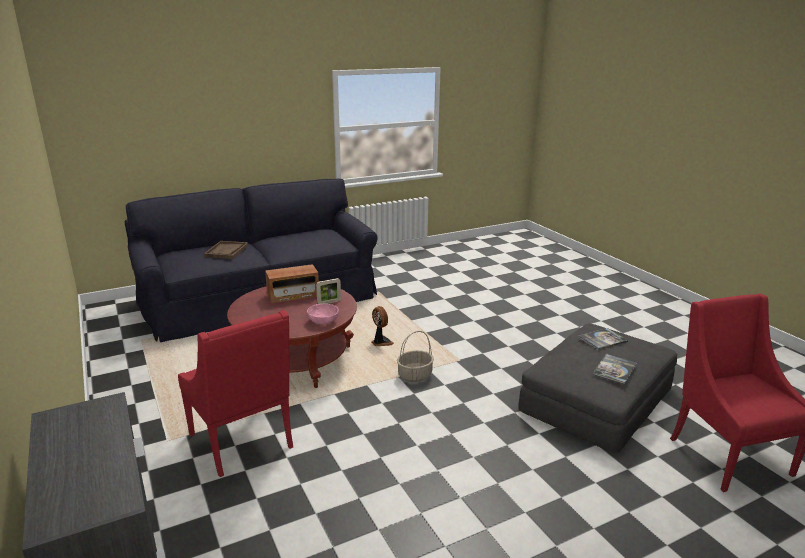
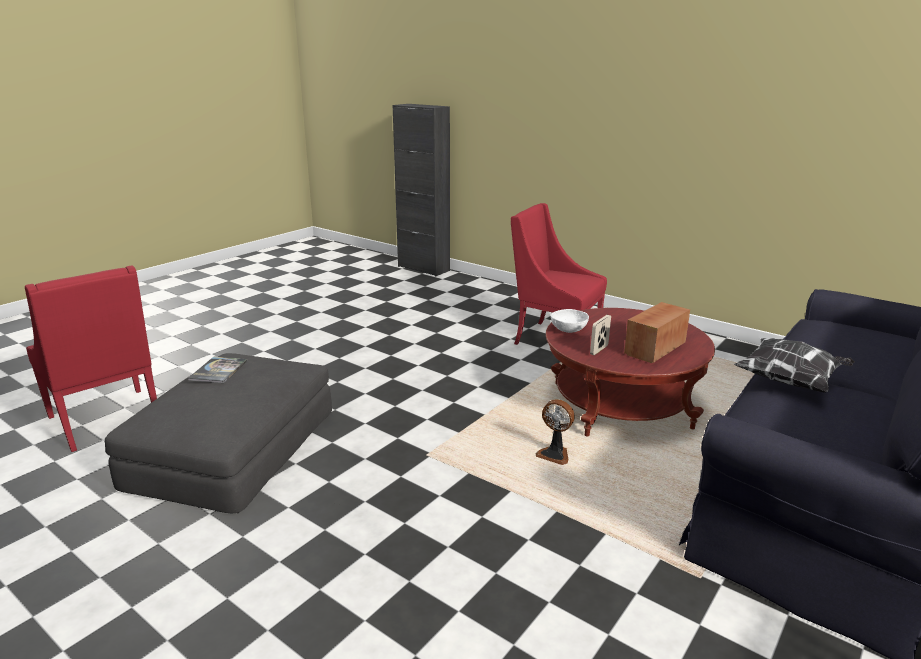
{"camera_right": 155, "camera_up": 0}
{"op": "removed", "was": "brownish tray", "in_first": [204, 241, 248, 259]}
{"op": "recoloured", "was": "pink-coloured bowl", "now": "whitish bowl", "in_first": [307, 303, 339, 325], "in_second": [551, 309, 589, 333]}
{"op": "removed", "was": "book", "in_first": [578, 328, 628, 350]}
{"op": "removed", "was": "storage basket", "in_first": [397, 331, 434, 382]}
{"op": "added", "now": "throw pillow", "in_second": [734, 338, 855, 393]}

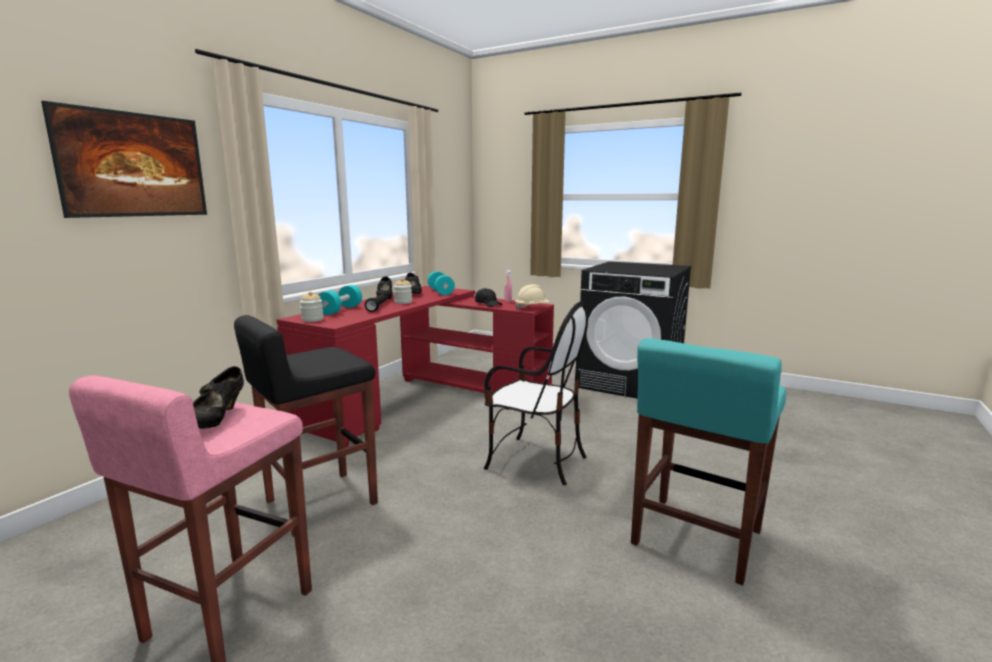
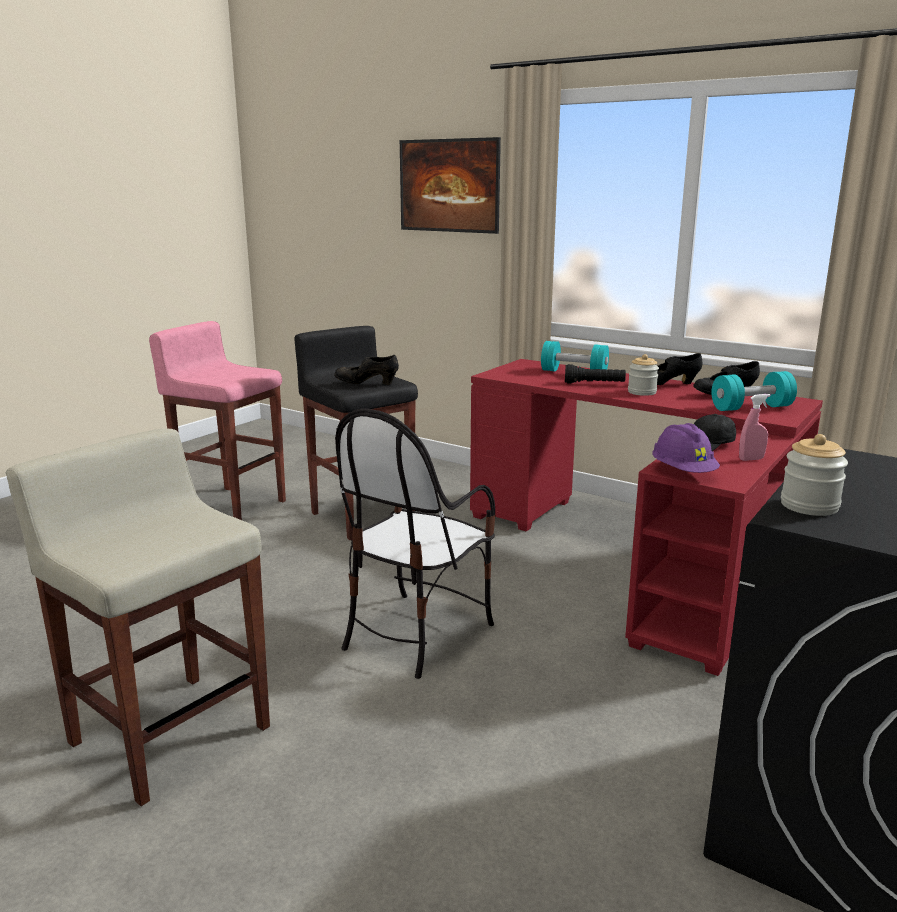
{"camera_right": 95, "camera_up": 5}
{"op": "recoloured", "was": "sand-coloured safety helmet", "now": "purple safety helmet", "in_first": [515, 284, 550, 310], "in_second": [652, 423, 720, 473]}
{"op": "moved", "was": "storage jar", "in_first": [300, 291, 324, 322], "in_second": [781, 434, 848, 516]}
{"op": "recoloured", "was": "turquoise-coloured sitting stool", "now": "sand-coloured sitting stool", "in_first": [631, 338, 786, 585], "in_second": [6, 428, 270, 806]}
{"op": "moved", "was": "blackish shoe", "in_first": [193, 366, 244, 429], "in_second": [334, 355, 399, 385]}

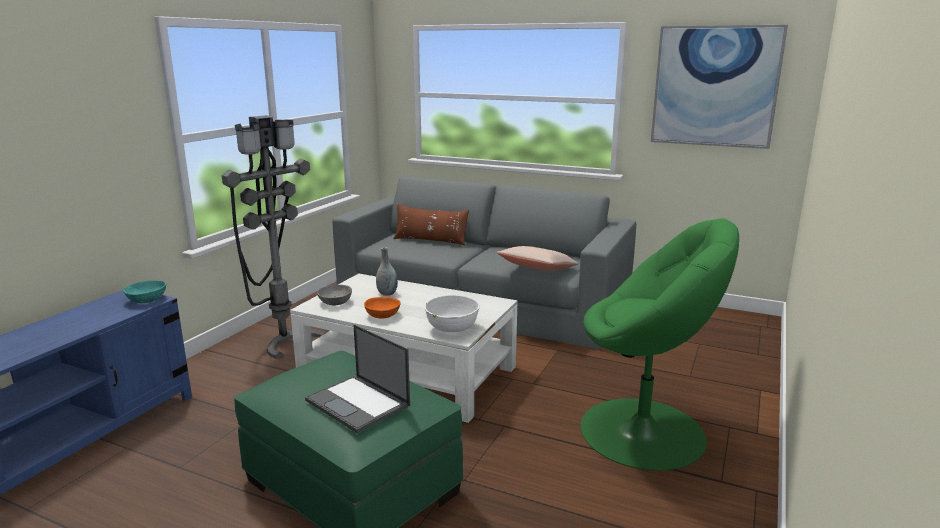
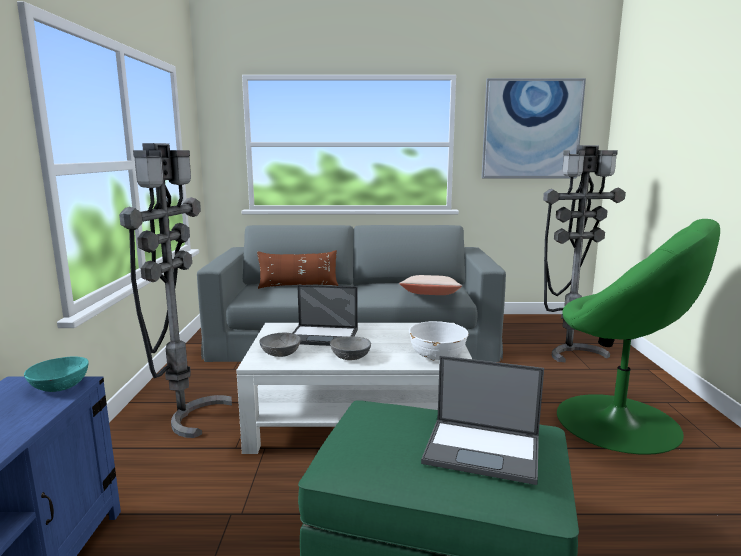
{"camera_right": -25, "camera_up": -5}
{"op": "turned", "was": "greenish armchair", "in_first": [580, 219, 739, 471], "in_second": [557, 219, 720, 455], "clockwise": 45}
{"op": "replaced", "was": "grey flower vase", "now": "laptop", "in_first": [376, 247, 398, 296], "in_second": [292, 285, 358, 346]}
{"op": "recoloured", "was": "orangey bowl", "now": "grey bowl", "in_first": [364, 297, 400, 318], "in_second": [330, 337, 371, 360]}
{"op": "added", "now": "grey standard lamp", "in_second": [543, 145, 626, 363]}

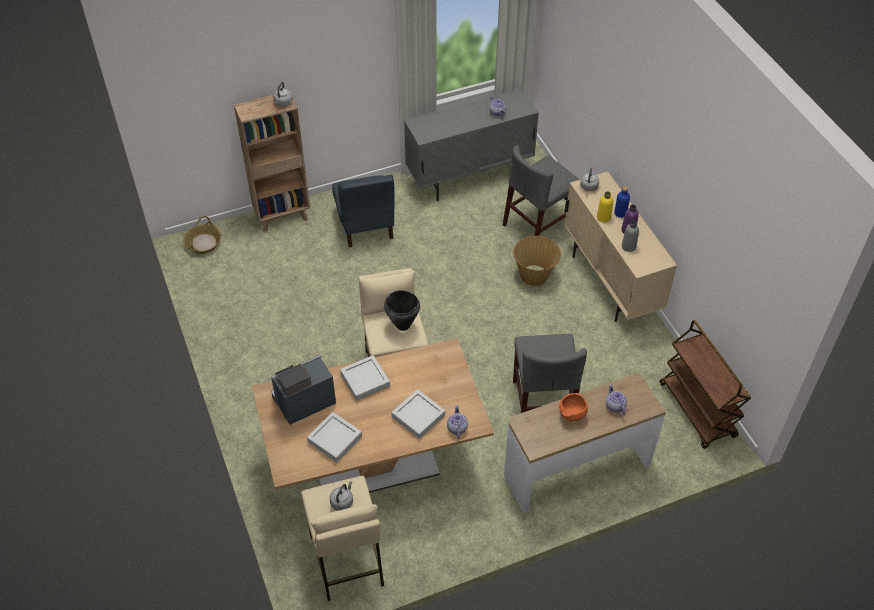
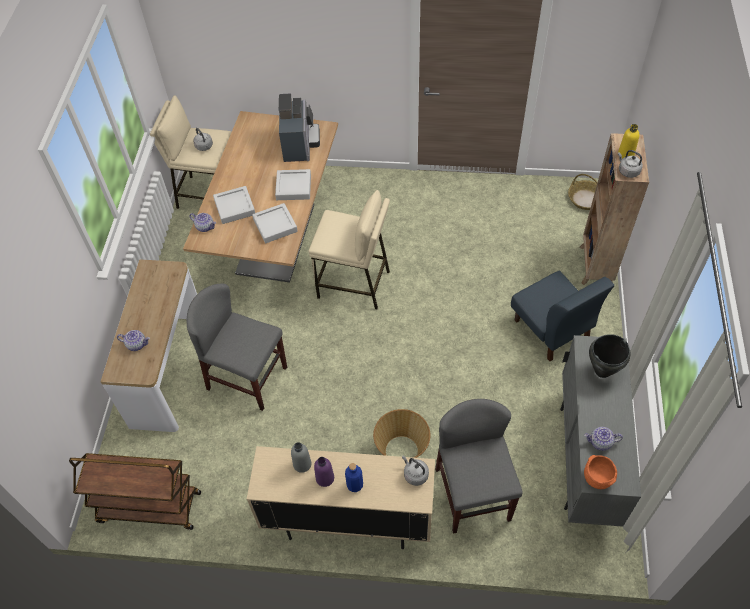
{"camera_right": 120, "camera_up": 5}
{"op": "turned", "was": "blue upright chair", "in_first": [332, 175, 395, 247], "in_second": [511, 271, 614, 361], "clockwise": -135}
{"op": "moved", "was": "yellow beverage bottle", "in_first": [597, 191, 613, 222], "in_second": [618, 124, 640, 159]}
{"op": "moved", "was": "blackish saucepot", "in_first": [384, 290, 420, 331], "in_second": [589, 334, 631, 378]}
{"op": "moved", "was": "orangey bowl", "in_first": [559, 393, 588, 421], "in_second": [584, 455, 617, 489]}
{"op": "moved", "was": "grey tray", "in_first": [307, 412, 362, 462], "in_second": [252, 203, 298, 244]}

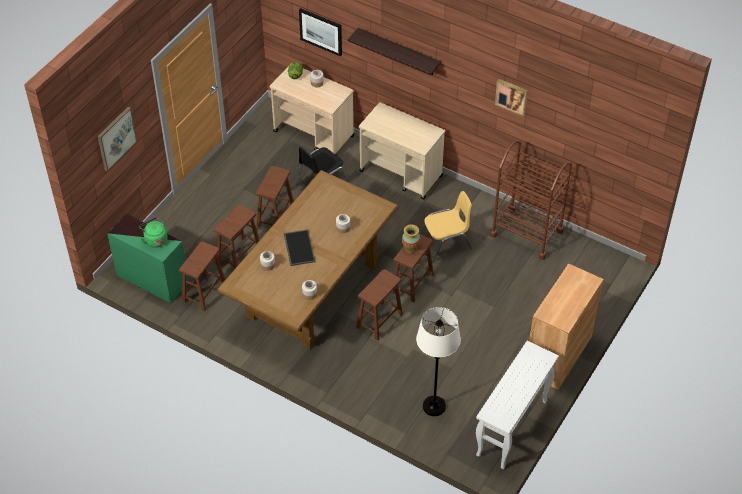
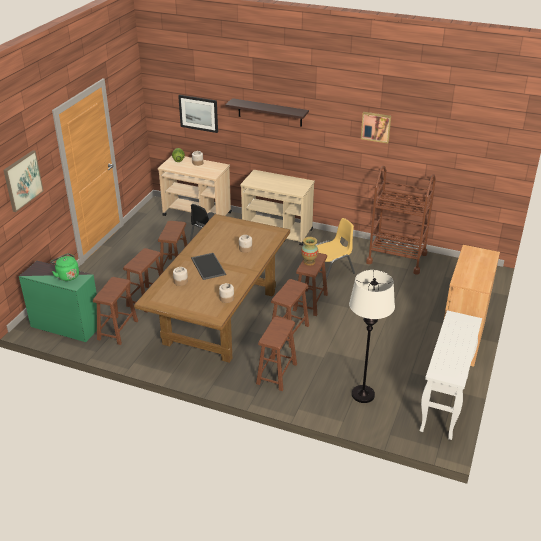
{"camera_right": -10, "camera_up": -15}
{"op": "added", "now": "brownish sitting stool", "in_second": [256, 317, 297, 391]}

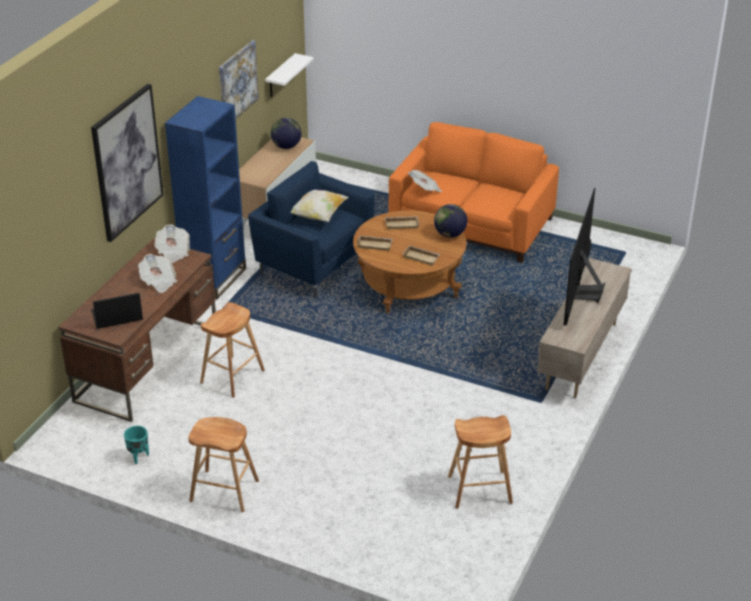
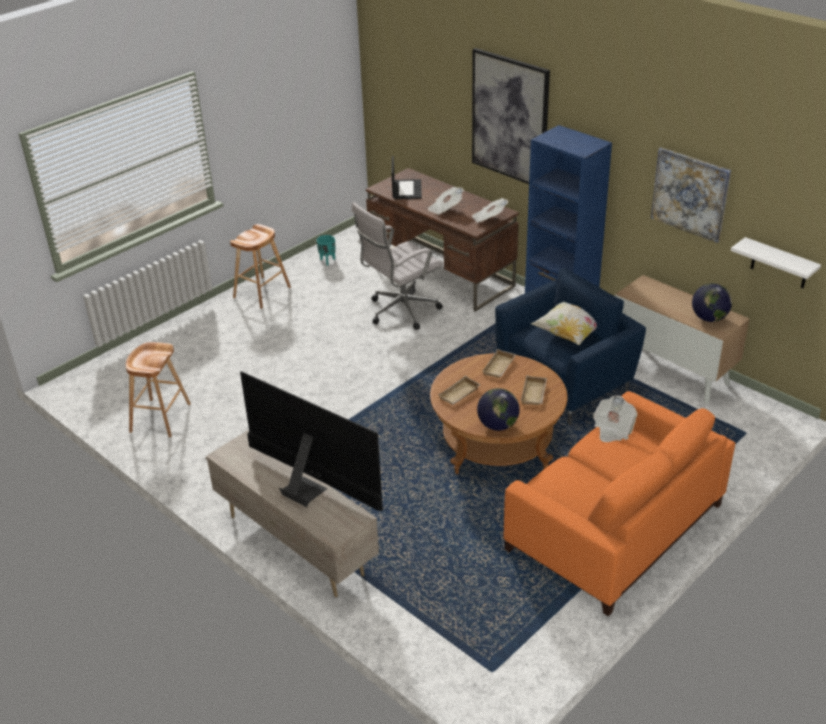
{"camera_right": 110, "camera_up": 0}
{"op": "replaced", "was": "brownish sitting stool", "now": "whitish desk chair", "in_first": [200, 302, 265, 398], "in_second": [352, 202, 443, 330]}

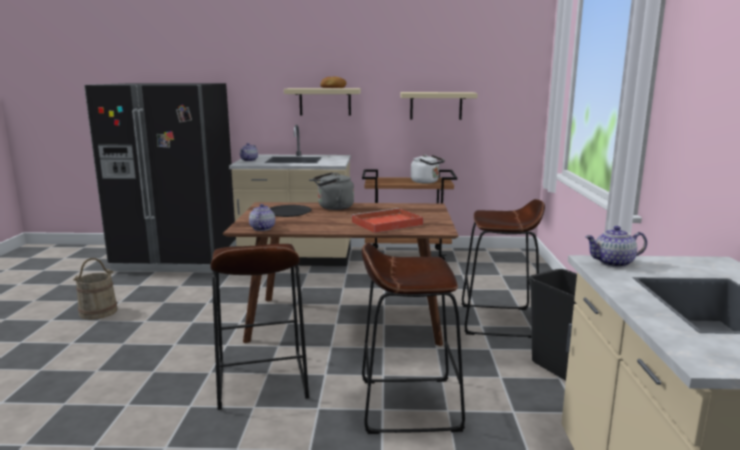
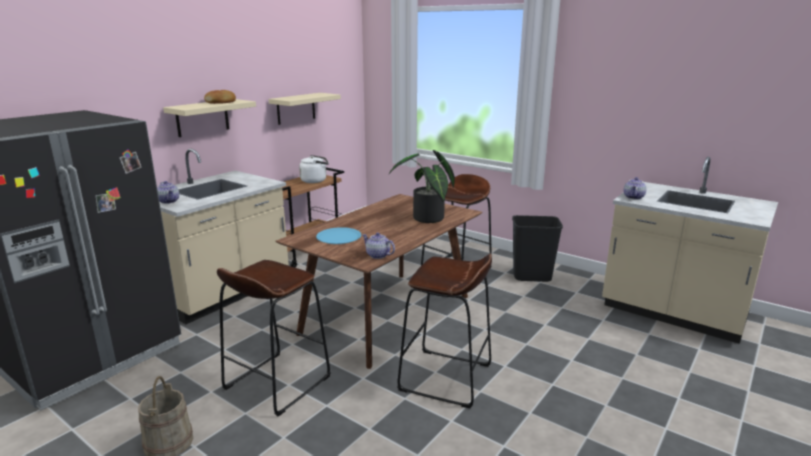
{"camera_right": -55, "camera_up": 5}
{"op": "removed", "was": "grey kettle", "in_first": [313, 172, 354, 210]}
{"op": "recoloured", "was": "blackish flat dish", "now": "blue flat dish", "in_first": [270, 205, 312, 217], "in_second": [316, 227, 361, 244]}
{"op": "replaced", "was": "red-coloured tray", "now": "plant in a pot", "in_first": [351, 208, 424, 233], "in_second": [389, 150, 455, 223]}
{"op": "moved", "was": "brownish sitting stool", "in_first": [362, 242, 465, 434], "in_second": [217, 260, 331, 417]}

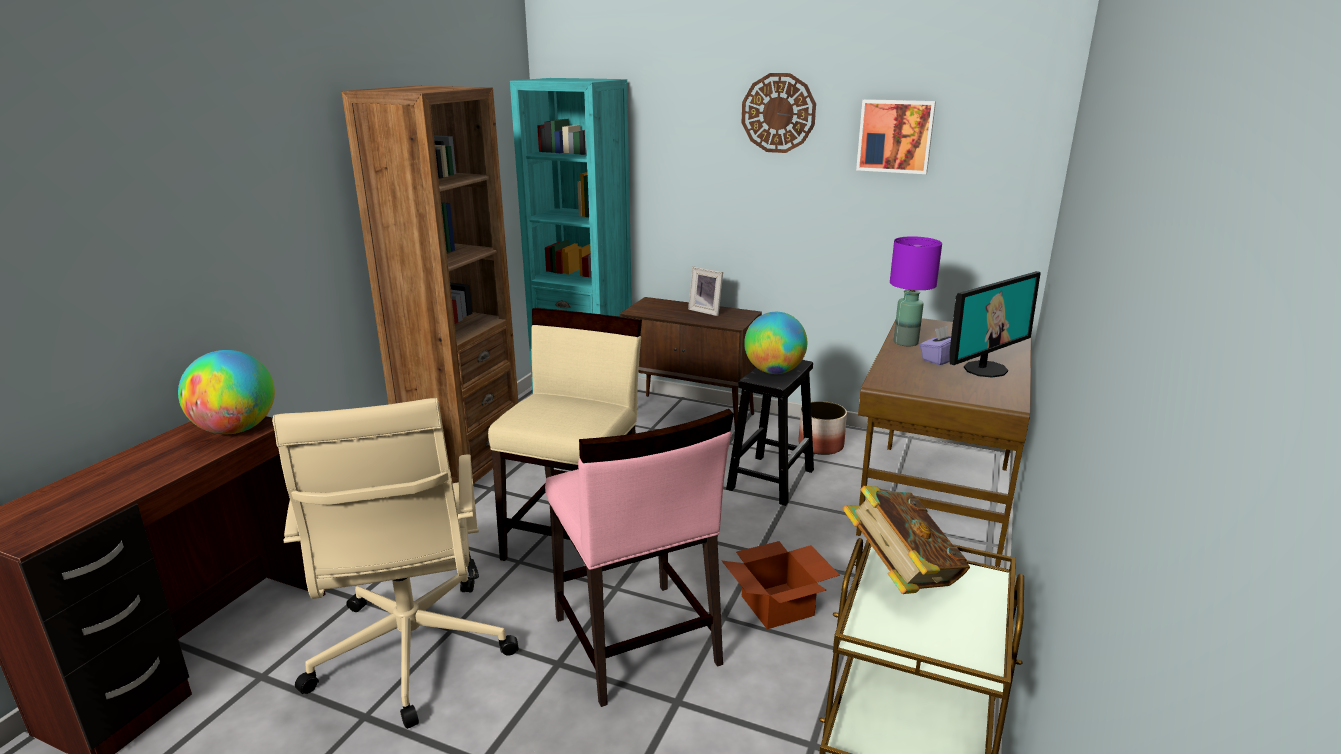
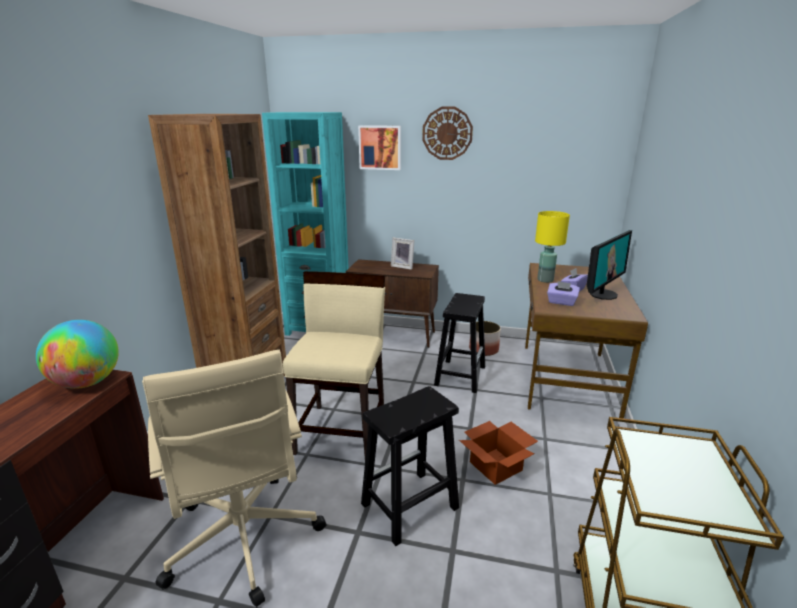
{"camera_right": -10, "camera_up": 0}
{"op": "moved", "was": "picture", "in_first": [856, 99, 936, 174], "in_second": [358, 125, 401, 170]}
{"op": "recoloured", "was": "purple tabletop lamp", "now": "yellow tabletop lamp", "in_first": [890, 236, 942, 346], "in_second": [535, 211, 570, 283]}
{"op": "removed", "was": "world globe", "in_first": [744, 312, 807, 374]}
{"op": "replaced", "was": "pink-coloured upright chair", "now": "blackish sitting stool", "in_first": [545, 409, 734, 707], "in_second": [361, 386, 459, 546]}
{"op": "removed", "was": "book", "in_first": [842, 486, 970, 594]}
{"op": "added", "now": "purple tissue holder", "in_second": [547, 281, 580, 306]}

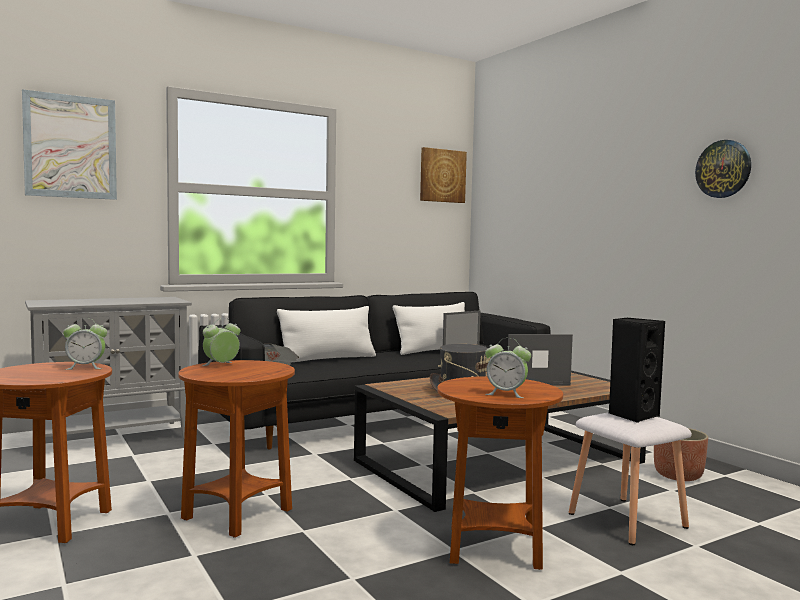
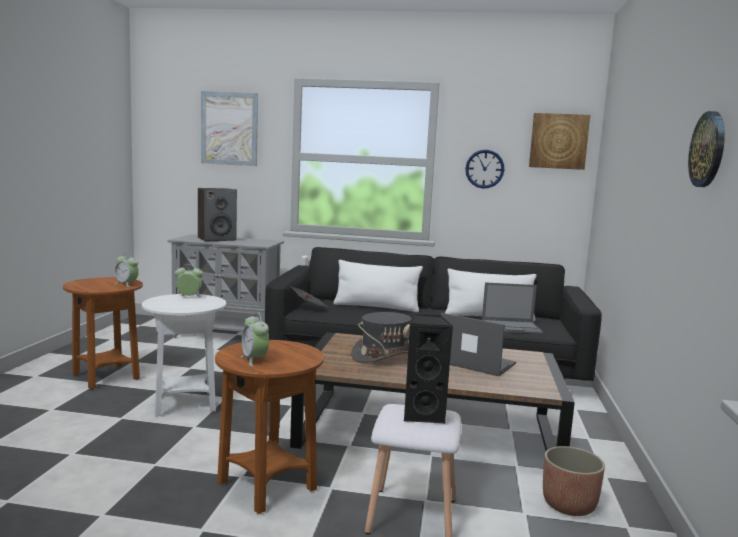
{"camera_right": 40, "camera_up": 5}
{"op": "recoloured", "was": "brownish accent table", "now": "whitish accent table", "in_first": [178, 360, 295, 538], "in_second": [142, 294, 226, 416]}
{"op": "added", "now": "clock on the wall", "in_second": [465, 150, 504, 189]}
{"op": "added", "now": "loudspeaker", "in_second": [198, 188, 237, 241]}

